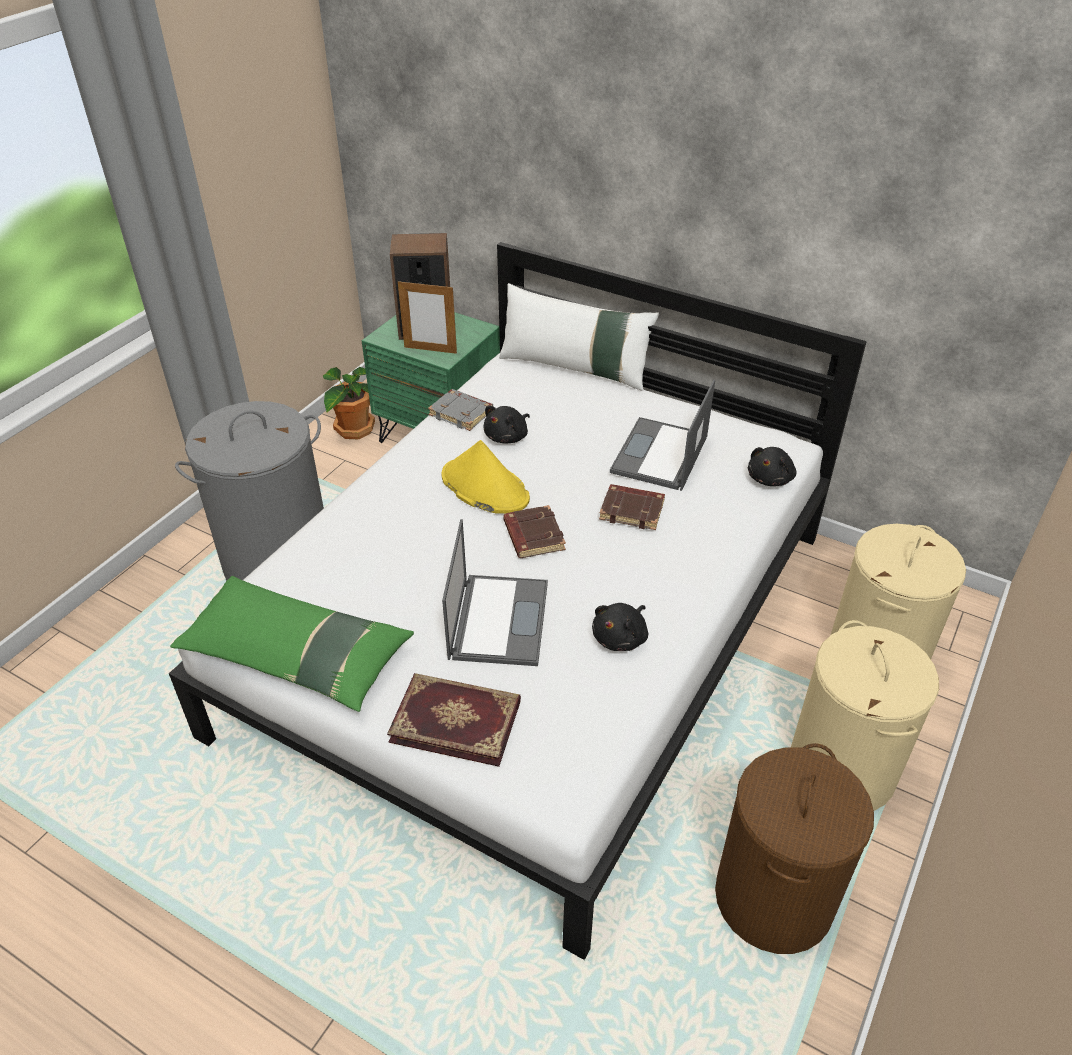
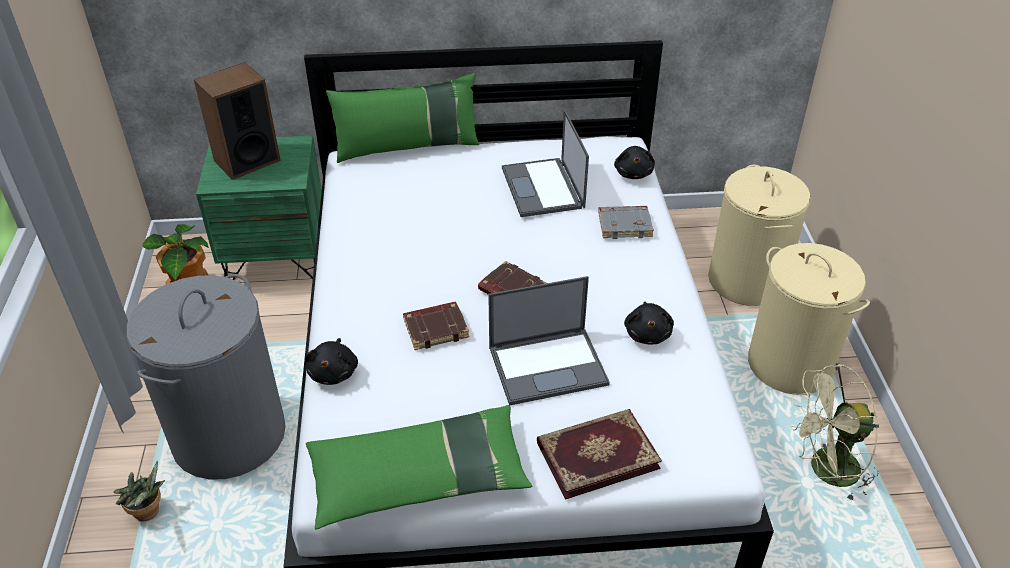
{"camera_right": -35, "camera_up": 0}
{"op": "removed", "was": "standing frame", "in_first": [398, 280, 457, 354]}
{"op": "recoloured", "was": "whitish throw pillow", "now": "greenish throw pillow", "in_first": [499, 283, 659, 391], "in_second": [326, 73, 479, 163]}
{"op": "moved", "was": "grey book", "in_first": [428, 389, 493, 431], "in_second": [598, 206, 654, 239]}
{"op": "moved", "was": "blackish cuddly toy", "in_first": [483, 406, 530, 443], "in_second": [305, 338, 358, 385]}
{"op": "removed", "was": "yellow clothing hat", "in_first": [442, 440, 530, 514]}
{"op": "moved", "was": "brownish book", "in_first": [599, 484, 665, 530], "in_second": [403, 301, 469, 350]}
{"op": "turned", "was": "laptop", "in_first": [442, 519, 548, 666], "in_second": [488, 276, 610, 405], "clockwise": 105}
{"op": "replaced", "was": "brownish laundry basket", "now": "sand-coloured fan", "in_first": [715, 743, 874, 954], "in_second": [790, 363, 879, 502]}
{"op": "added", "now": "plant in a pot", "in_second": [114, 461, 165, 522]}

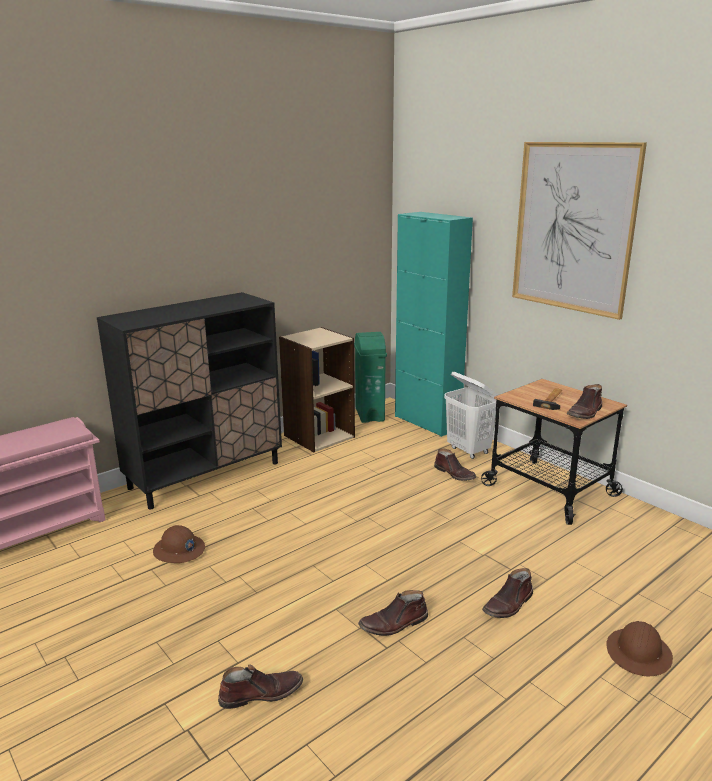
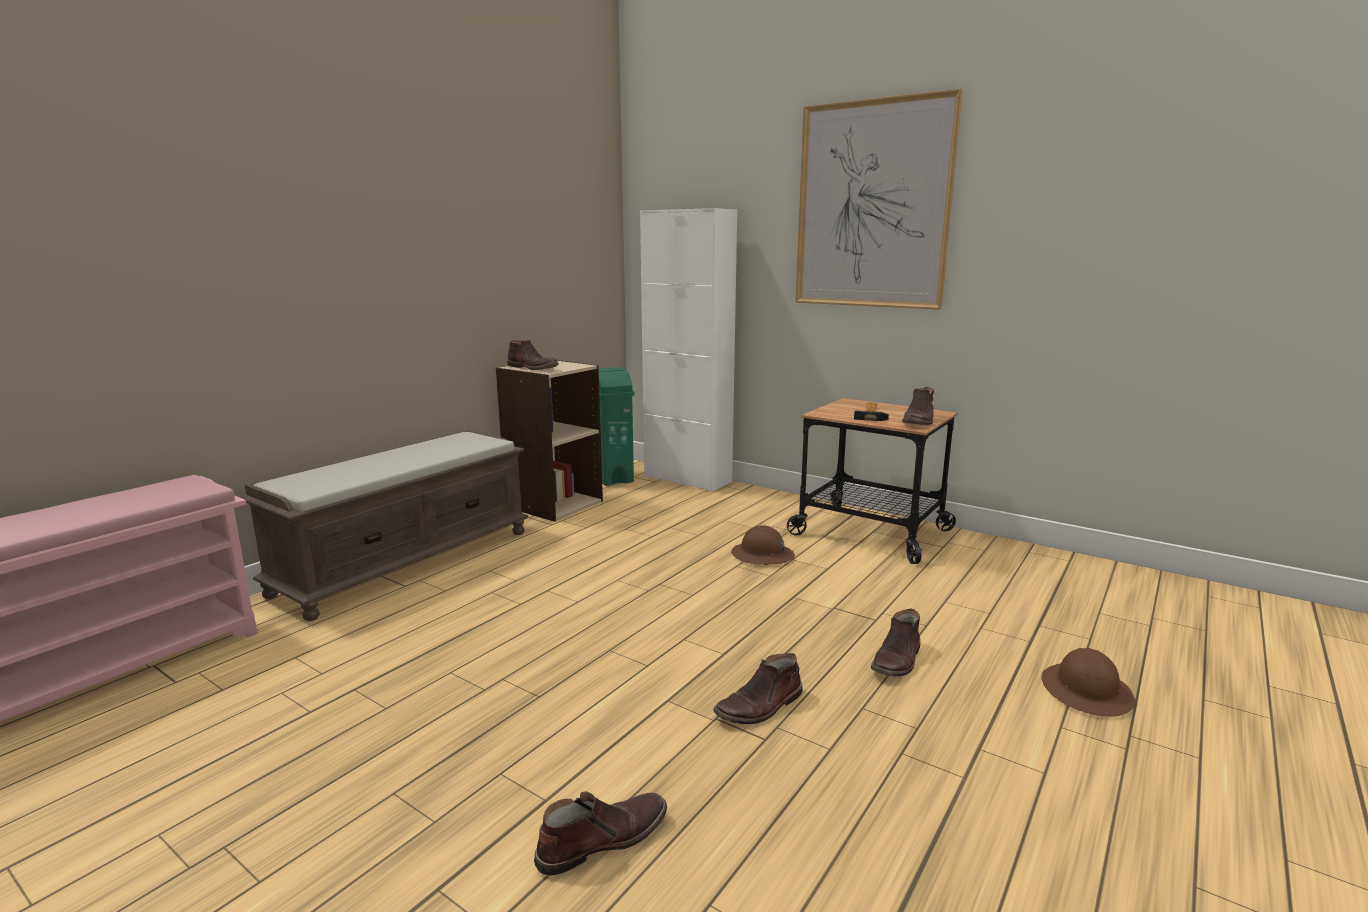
{"camera_right": -15, "camera_up": -5}
{"op": "recoloured", "was": "turquoise-coloured storage cabinet", "now": "whitish storage cabinet", "in_first": [395, 212, 473, 437], "in_second": [640, 208, 737, 492]}
{"op": "replaced", "was": "blackish storage cabinet", "now": "brownish long seat", "in_first": [97, 292, 282, 510], "in_second": [240, 430, 529, 621]}
{"op": "removed", "was": "whitish laundry basket", "in_first": [444, 372, 499, 459]}
{"op": "moved", "was": "brownish tall boot", "in_first": [434, 448, 476, 481], "in_second": [507, 340, 558, 370]}
{"op": "moved", "was": "brownish safety helmet", "in_first": [153, 525, 205, 563], "in_second": [731, 525, 795, 565]}

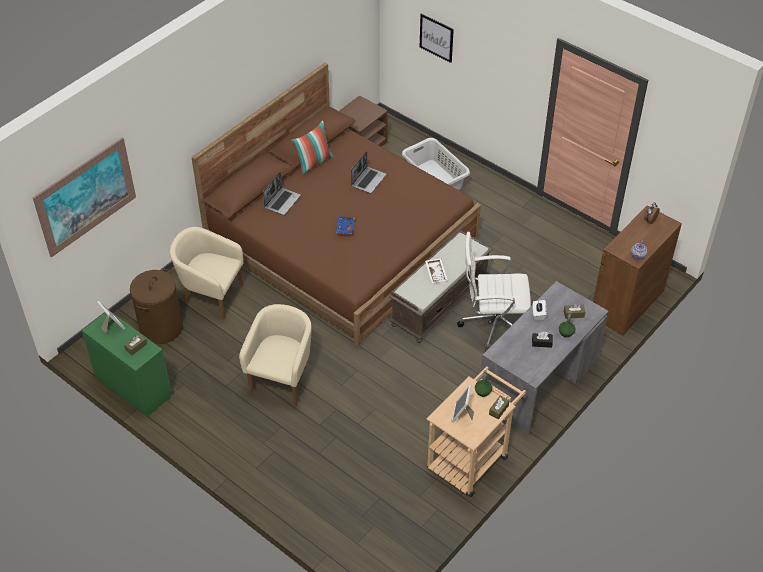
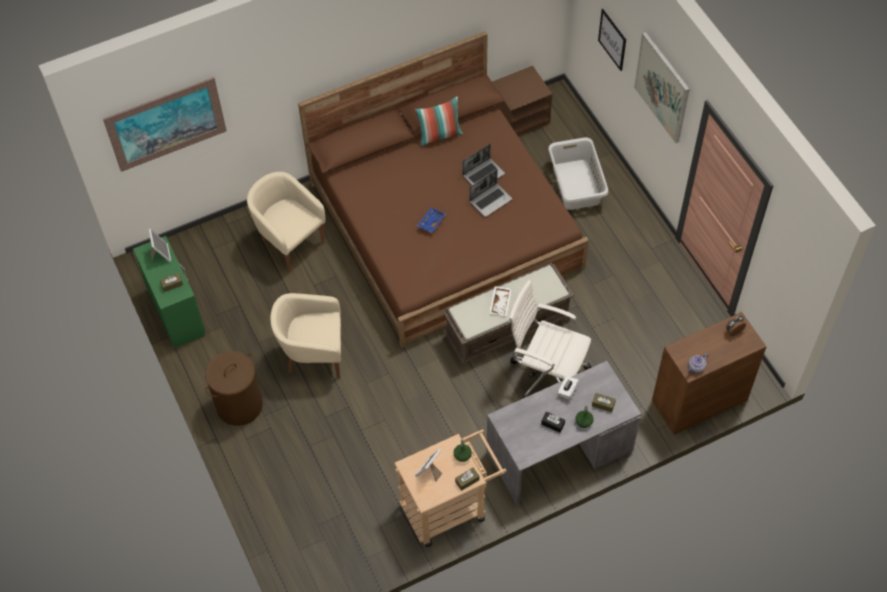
{"camera_right": 25, "camera_up": 10}
{"op": "moved", "was": "laptop", "in_first": [263, 172, 301, 215], "in_second": [469, 169, 512, 217]}
{"op": "moved", "was": "brownish laundry basket", "in_first": [130, 269, 183, 344], "in_second": [205, 351, 263, 426]}
{"op": "turned", "was": "sand-coloured armchair", "in_first": [239, 304, 312, 407], "in_second": [270, 293, 341, 378], "clockwise": -135}
{"op": "added", "now": "picture", "in_second": [634, 32, 690, 143]}

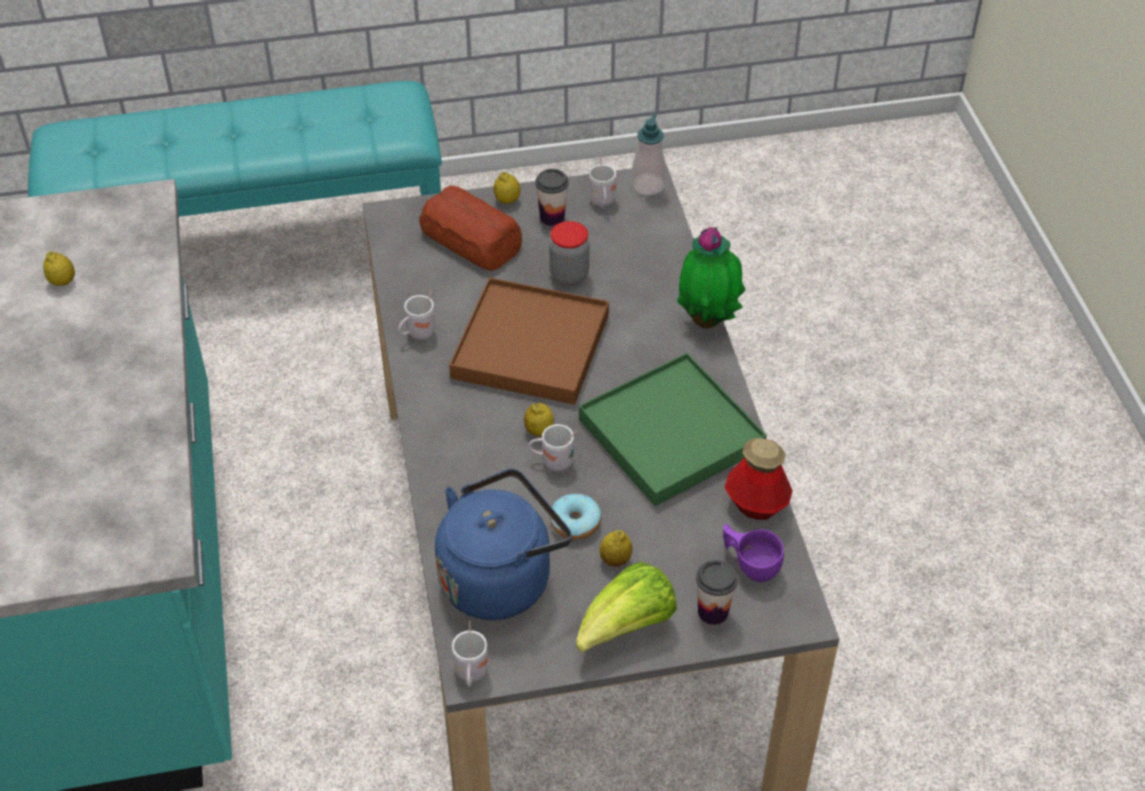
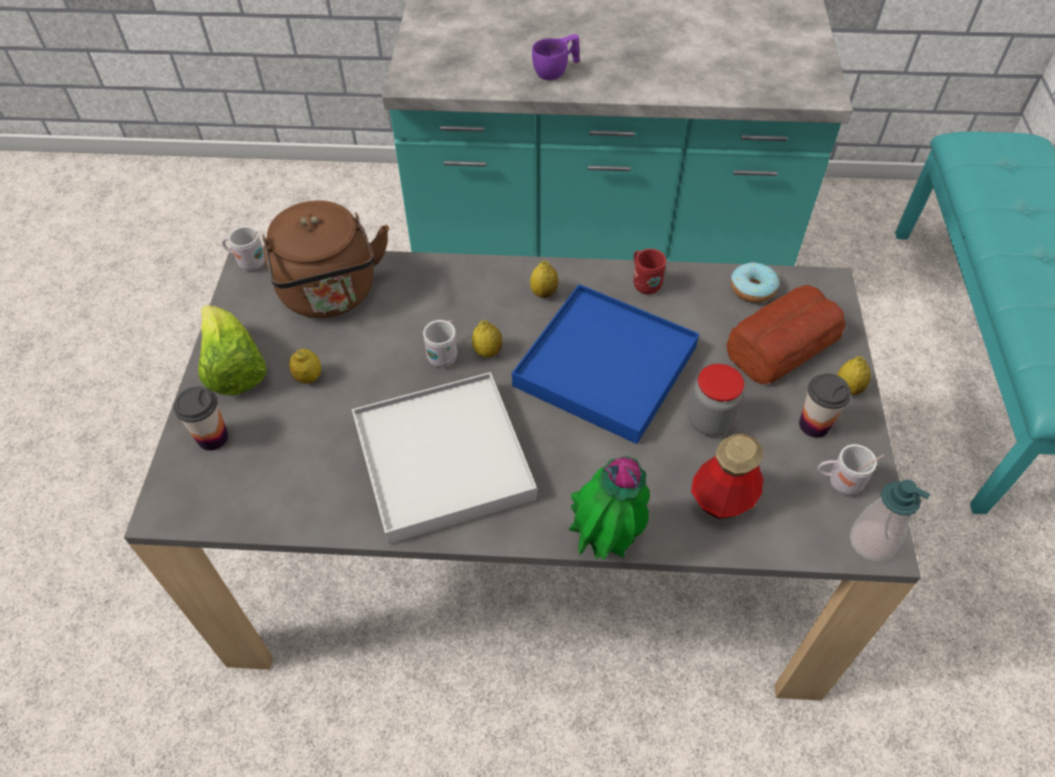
{"camera_right": 105, "camera_up": 5}
{"op": "moved", "was": "whole lemon", "in_first": [43, 251, 75, 286], "in_second": [530, 261, 558, 298]}
{"op": "recoloured", "was": "brownish tray", "now": "blue tray", "in_first": [449, 277, 609, 405], "in_second": [512, 284, 699, 444]}
{"op": "recoloured", "was": "whitish mug", "now": "red-coloured mug", "in_first": [398, 290, 436, 340], "in_second": [633, 249, 666, 294]}
{"op": "recoloured", "was": "greenish tray", "now": "whitish tray", "in_first": [579, 353, 767, 506], "in_second": [352, 372, 537, 544]}
{"op": "moved", "was": "beverage bottle", "in_first": [725, 438, 793, 520], "in_second": [691, 433, 764, 519]}
{"op": "recoloured", "was": "blue kettle", "now": "brownish kettle", "in_first": [435, 469, 572, 620], "in_second": [262, 200, 389, 318]}
{"op": "moved", "was": "doughnut", "in_first": [550, 494, 601, 540], "in_second": [731, 262, 779, 303]}
{"op": "moved", "was": "purple small cup", "in_first": [723, 524, 784, 582], "in_second": [532, 34, 580, 80]}

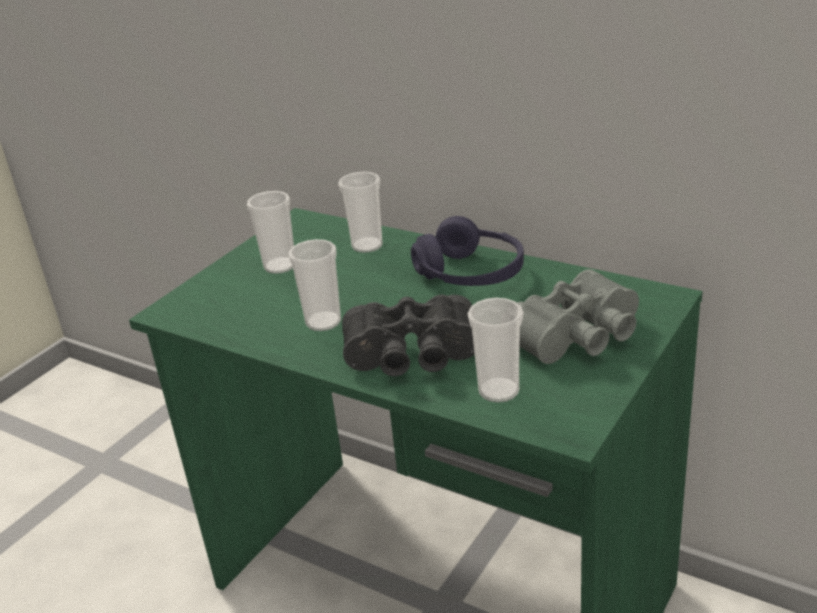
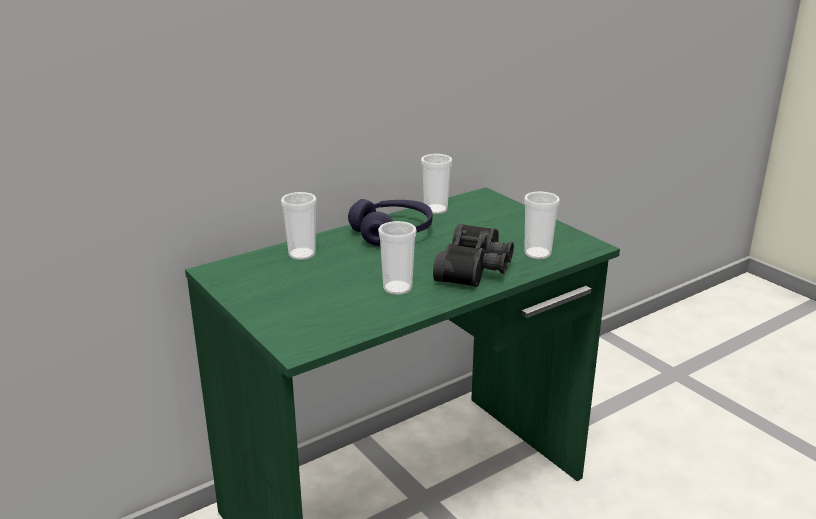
{"camera_right": -70, "camera_up": -5}
{"op": "moved", "was": "small cup", "in_first": [247, 191, 294, 274], "in_second": [421, 154, 452, 214]}
{"op": "removed", "was": "grey binoculars", "in_first": [517, 269, 639, 364]}

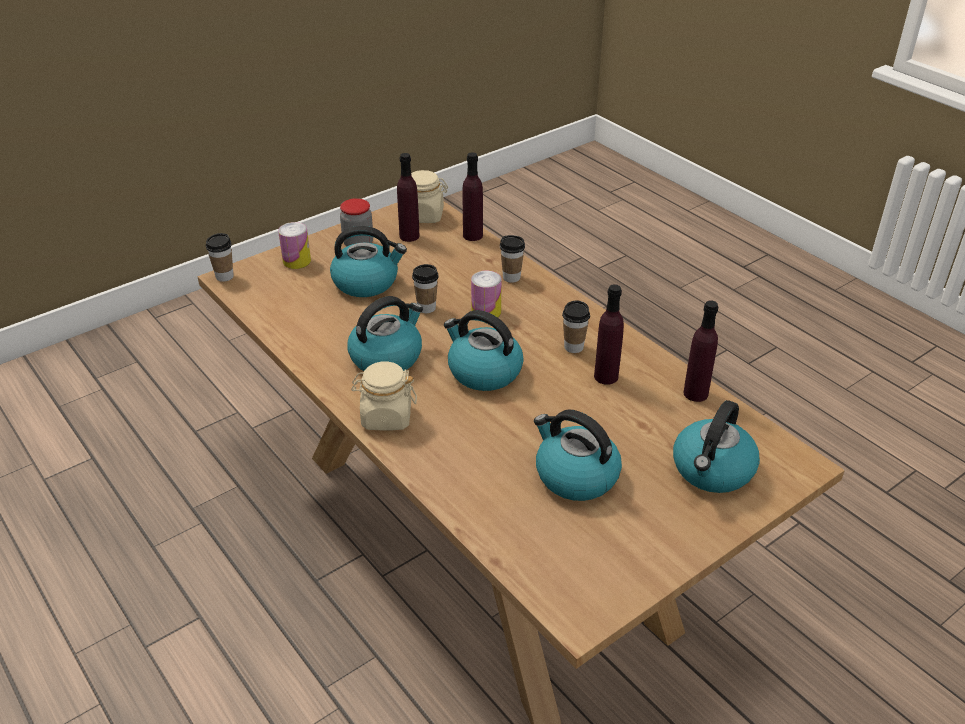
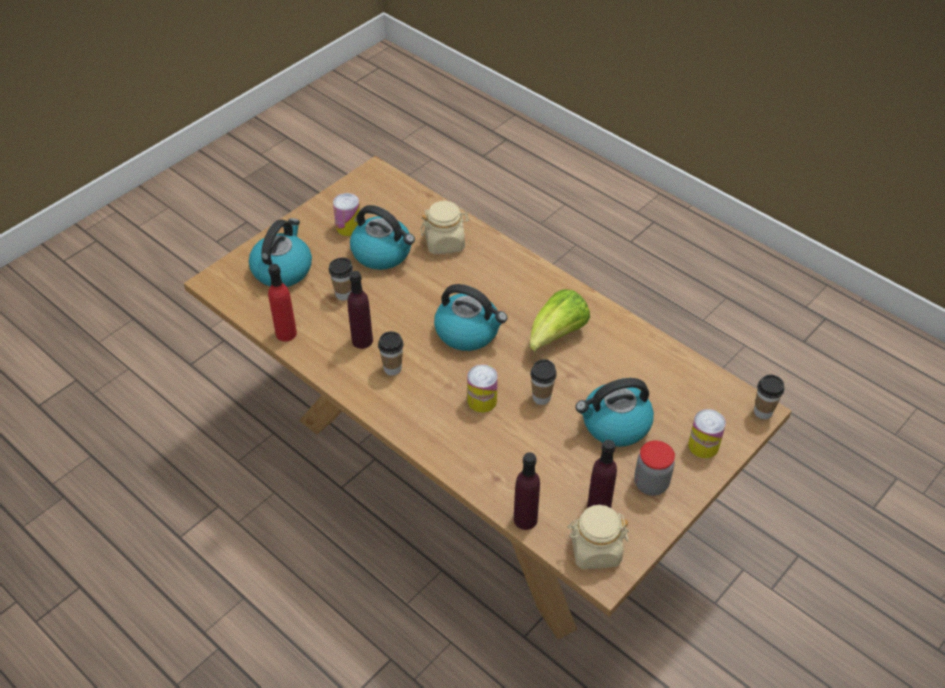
{"camera_right": 170, "camera_up": 10}
{"op": "moved", "was": "small cup", "in_first": [500, 235, 525, 283], "in_second": [329, 257, 353, 300]}
{"op": "replaced", "was": "kettle", "now": "lettuce head", "in_first": [347, 296, 423, 371], "in_second": [529, 289, 590, 351]}
{"op": "recoloured", "was": "purple beverage bottle", "now": "red-coloured beverage bottle", "in_first": [684, 300, 718, 402], "in_second": [268, 264, 297, 342]}
{"op": "moved", "was": "sand-coloured storage jar", "in_first": [351, 361, 417, 430], "in_second": [420, 201, 470, 254]}
{"op": "added", "now": "sealed can", "in_second": [333, 193, 360, 236]}

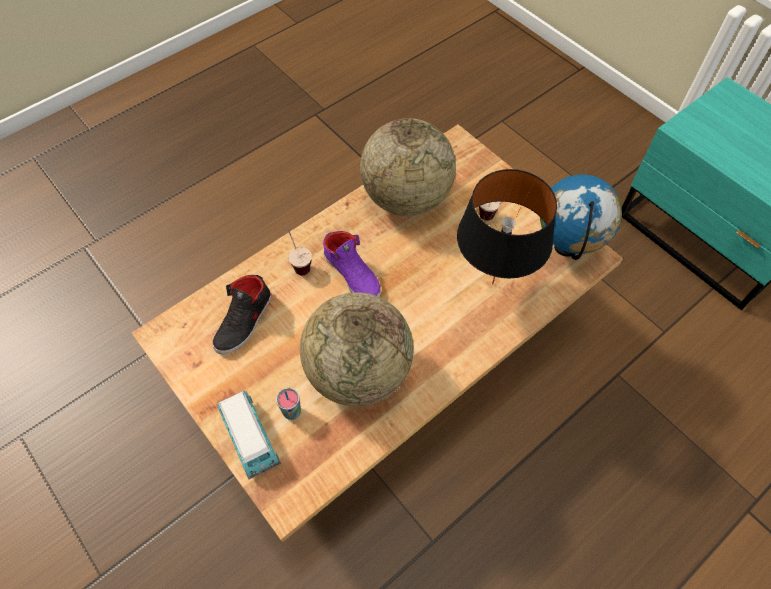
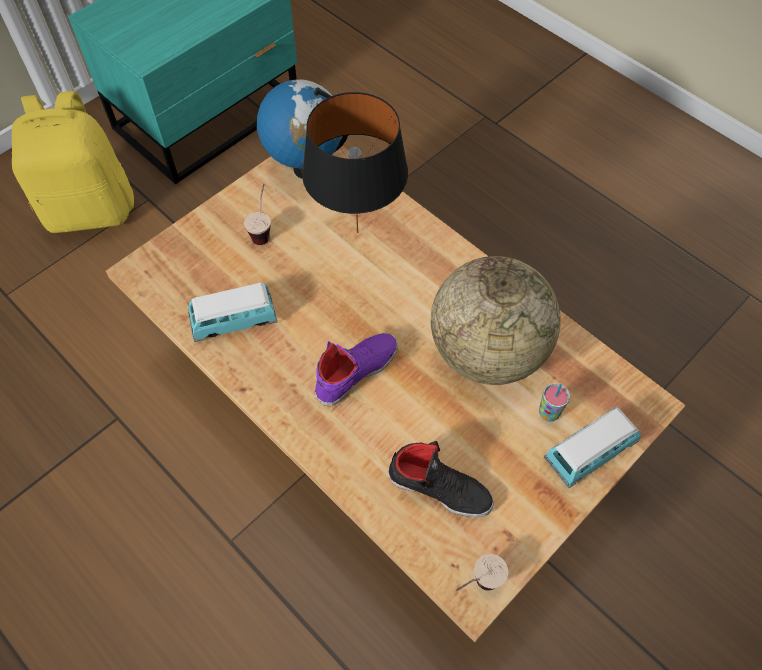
{"camera_right": -95, "camera_up": 0}
{"op": "replaced", "was": "world globe", "now": "model car", "in_first": [360, 118, 456, 216], "in_second": [188, 282, 277, 342]}
{"op": "moved", "was": "small cup", "in_first": [285, 225, 312, 275], "in_second": [456, 554, 508, 591]}
{"op": "added", "now": "yellow rucksack", "in_second": [12, 91, 134, 233]}

